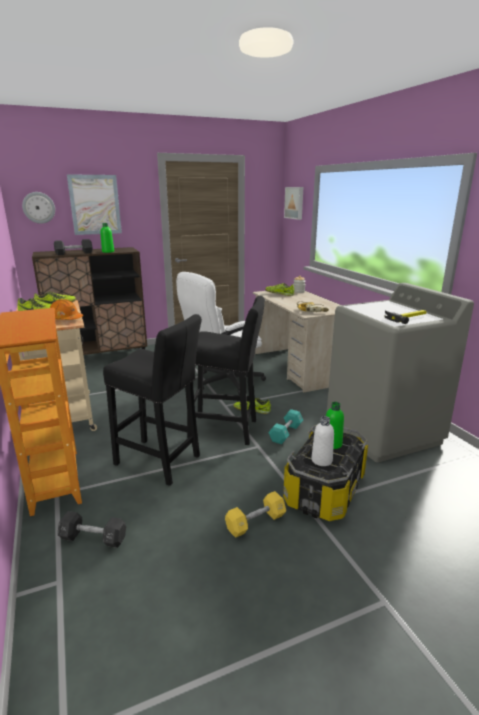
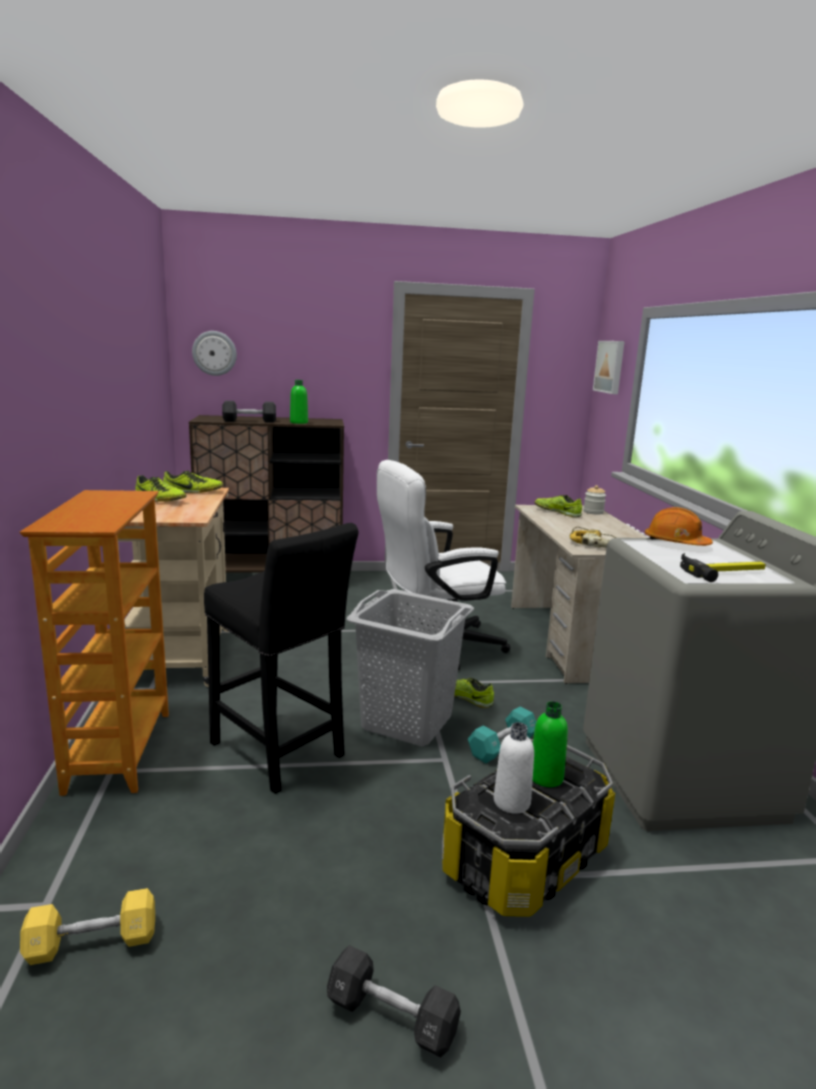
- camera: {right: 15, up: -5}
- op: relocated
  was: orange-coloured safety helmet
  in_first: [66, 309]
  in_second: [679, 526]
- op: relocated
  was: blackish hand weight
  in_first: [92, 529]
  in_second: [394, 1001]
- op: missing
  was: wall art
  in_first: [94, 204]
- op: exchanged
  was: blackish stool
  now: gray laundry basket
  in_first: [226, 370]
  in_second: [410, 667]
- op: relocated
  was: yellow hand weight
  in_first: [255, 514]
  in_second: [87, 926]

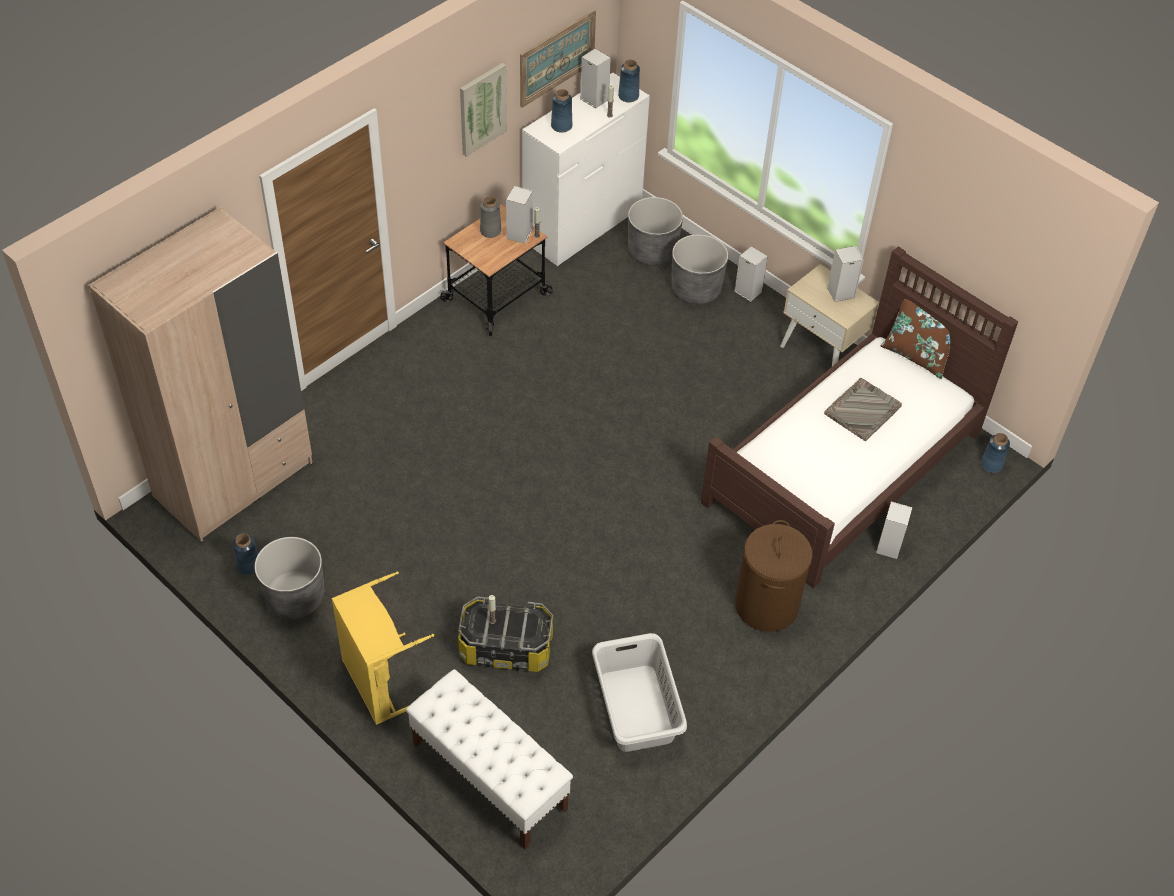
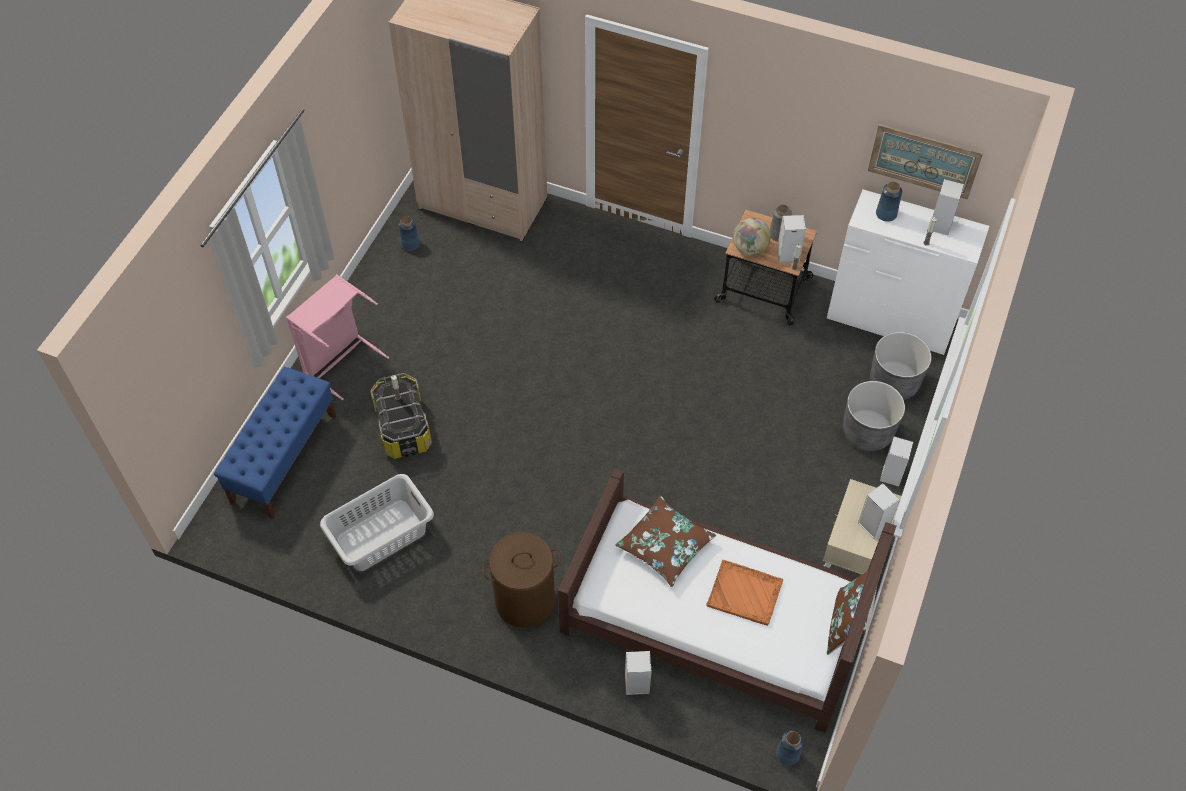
- camera: {right: 70, up: 5}
- op: missing
  was: gray flower pot
  in_first: [289, 578]
- op: colour
  was: yellow laundry basket
  now: pink laundry basket
  in_first: [383, 648]
  in_second: [337, 337]
- op: colour
  was: whitish indoor bench
  now: blue indoor bench
  in_first: [489, 759]
  in_second: [275, 443]
- op: missing
  was: wall art
  in_first: [483, 110]
- op: missing
  was: blue vase
  in_first: [629, 81]
- op: colour
  was: gray carrying tray
  now: orange-coloured carrying tray
  in_first: [863, 409]
  in_second: [744, 593]
- op: appeared
  now: brown cushion
  in_second: [665, 541]
- op: appeared
  now: globe
  in_second: [752, 237]

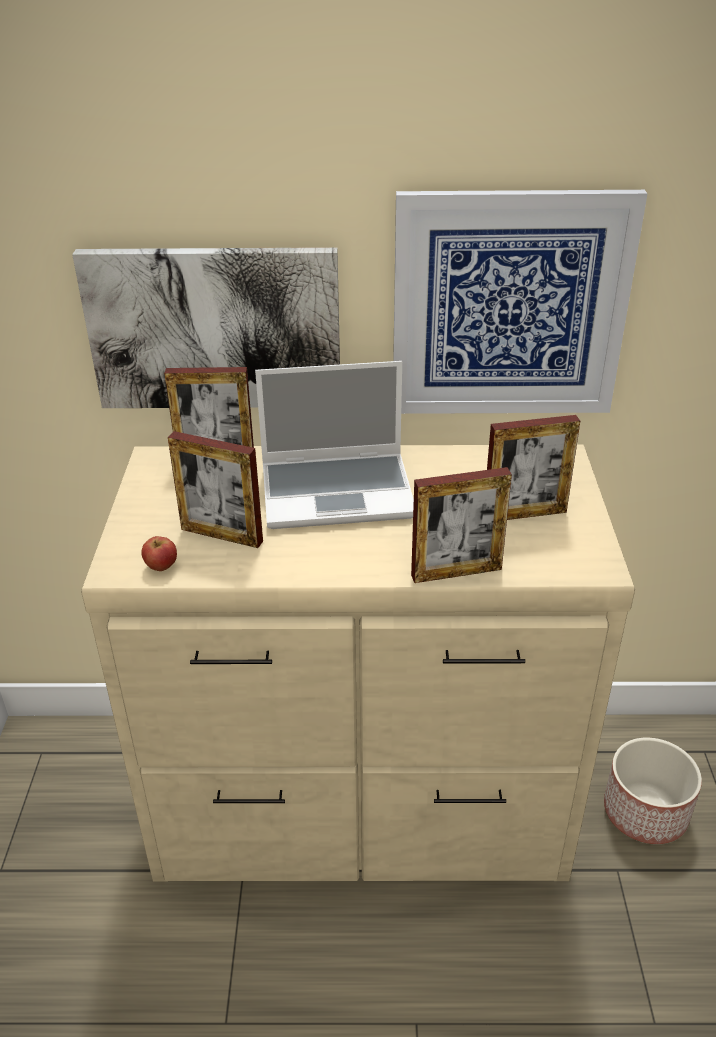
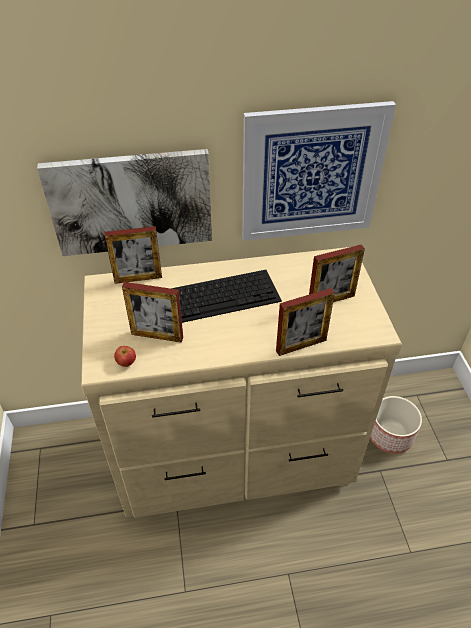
- camera: {right: -10, up: 10}
- op: exchanged
  was: laptop
  now: PC keyboard
  in_first: [334, 445]
  in_second: [226, 296]

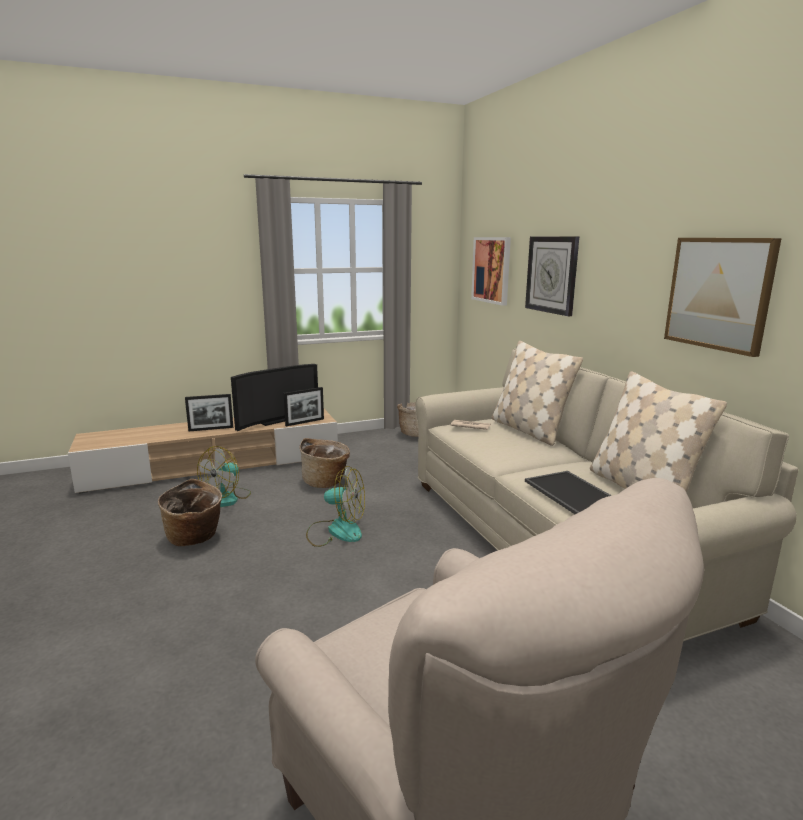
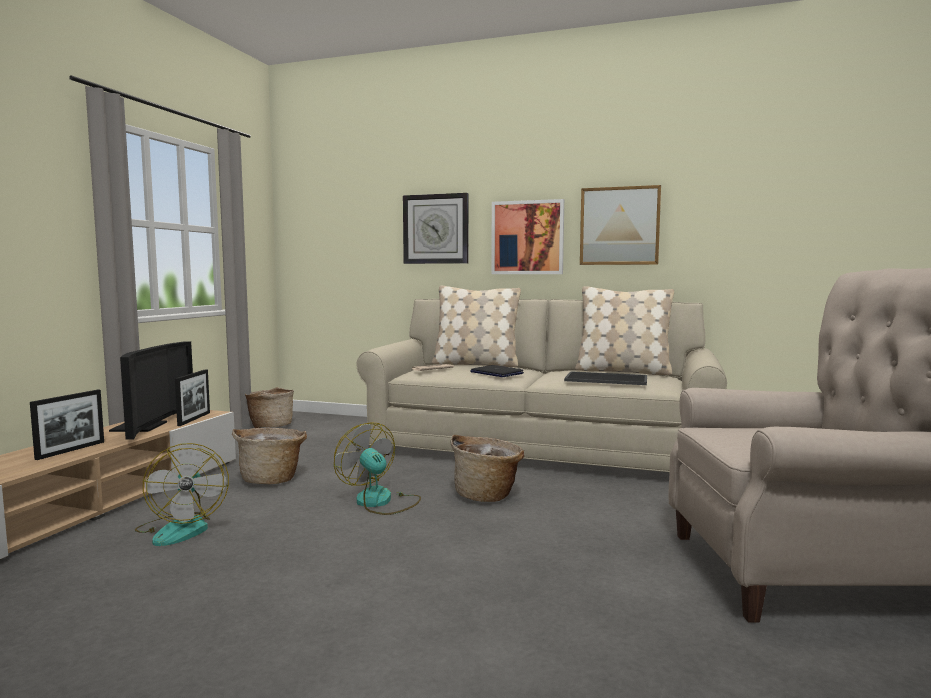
- camera: {right: -50, up: -10}
- op: relocated
  was: basket
  in_first: [190, 512]
  in_second: [487, 468]
- op: spun
  was: electric fan
  in_first: [335, 506]
  in_second: [377, 468]
  clockwise: -90
- op: relocated
  was: wall art
  in_first: [491, 271]
  in_second: [527, 236]
- op: appeared
  now: laptop
  in_second: [497, 371]

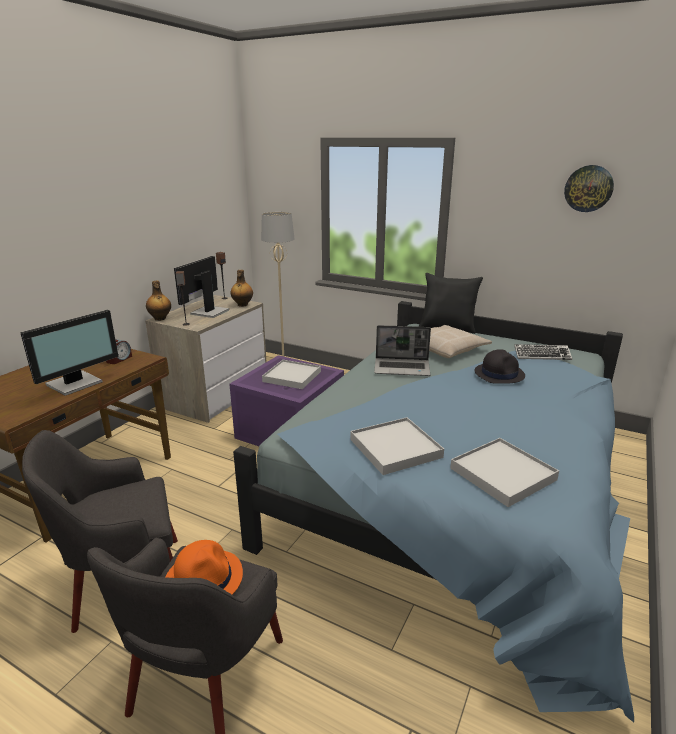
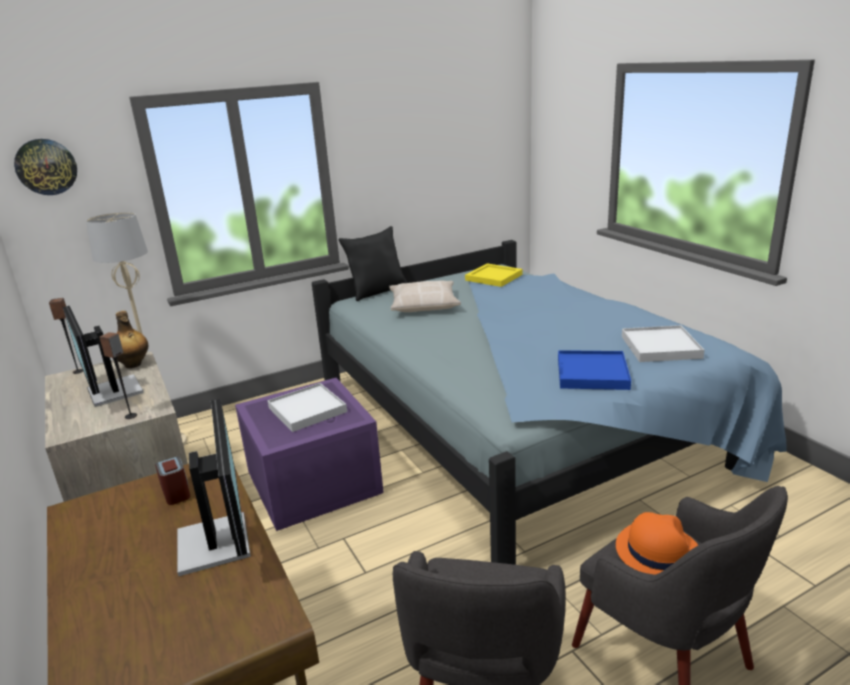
- camera: {right: -55, up: 0}
- op: missing
  was: beverage bottle
  in_first: [158, 301]
- op: colour
  was: whitish carrying tray
  now: blue carrying tray
  in_first: [397, 446]
  in_second: [594, 370]
- op: missing
  was: laptop
  in_first: [402, 350]
- op: missing
  was: blackish clothing hat
  in_first: [500, 366]
- op: exchanged
  was: PC keyboard
  now: yellow carrying tray
  in_first: [543, 352]
  in_second: [494, 275]
- op: relocated
  was: hanging clock
  in_first: [589, 188]
  in_second: [45, 167]

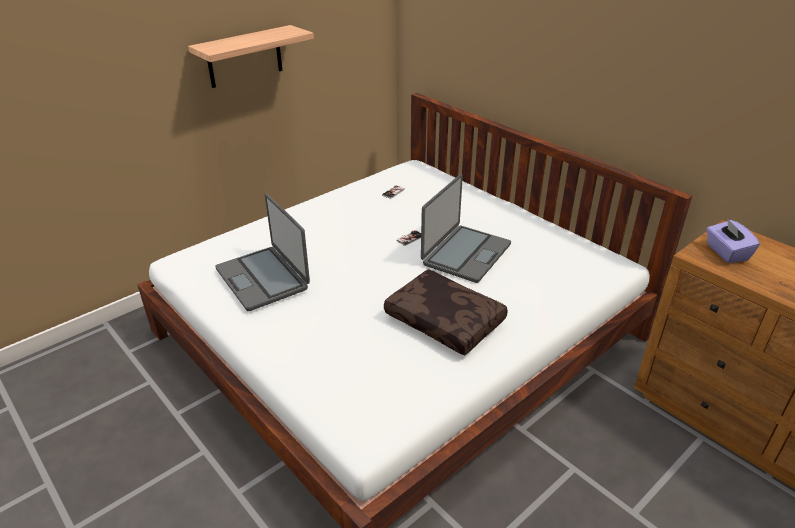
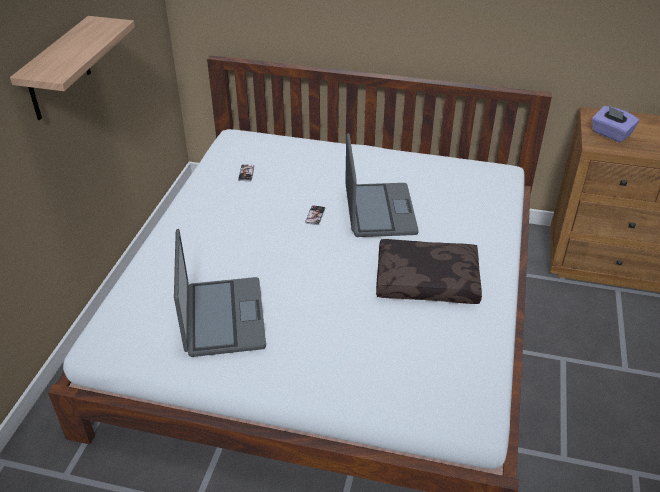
- camera: {right: -35, up: 5}
- op: spun
  was: laptop
  in_first: [262, 252]
  in_second: [220, 293]
  clockwise: -120

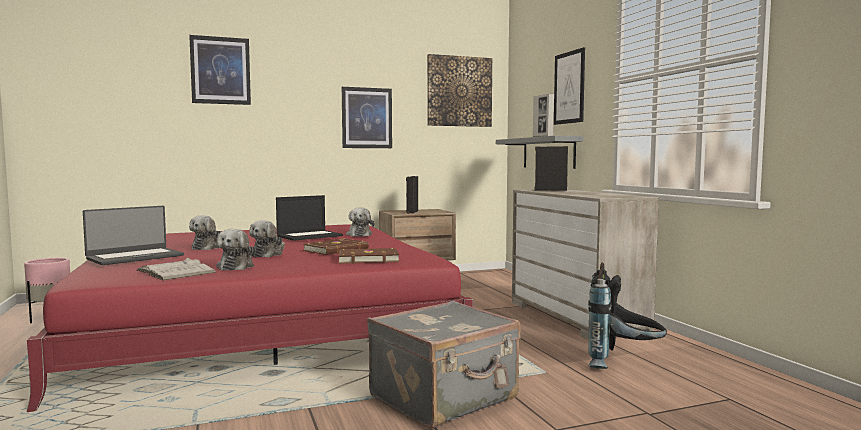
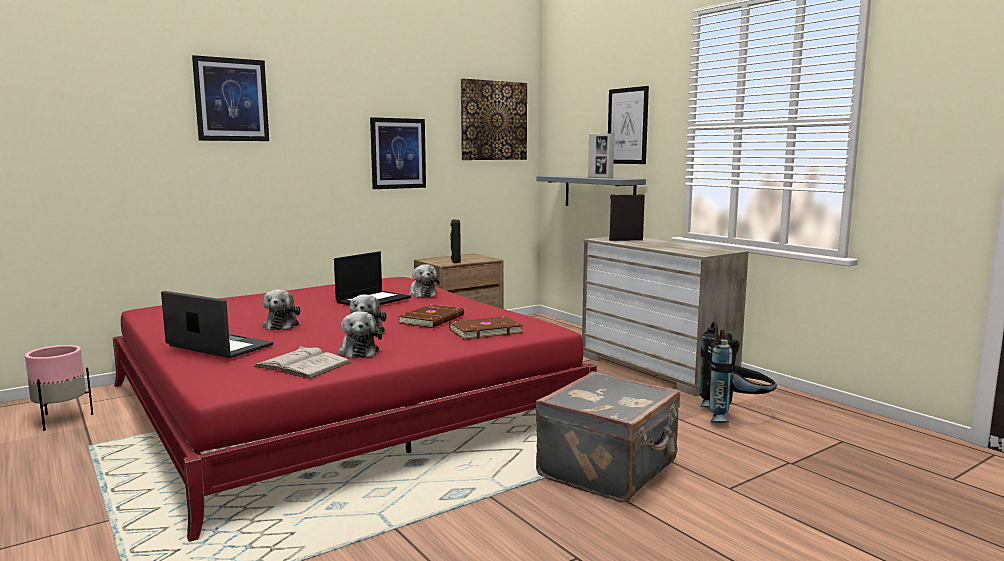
- camera: {right: -15, up: 5}
- op: spun
  was: laptop
  in_first: [133, 235]
  in_second: [217, 324]
  clockwise: -90

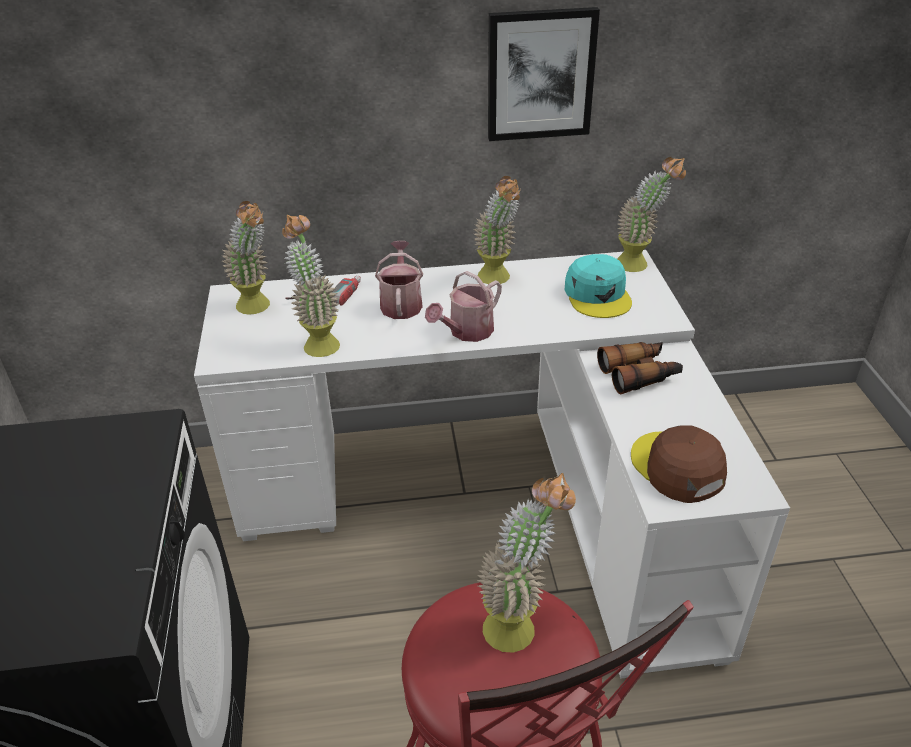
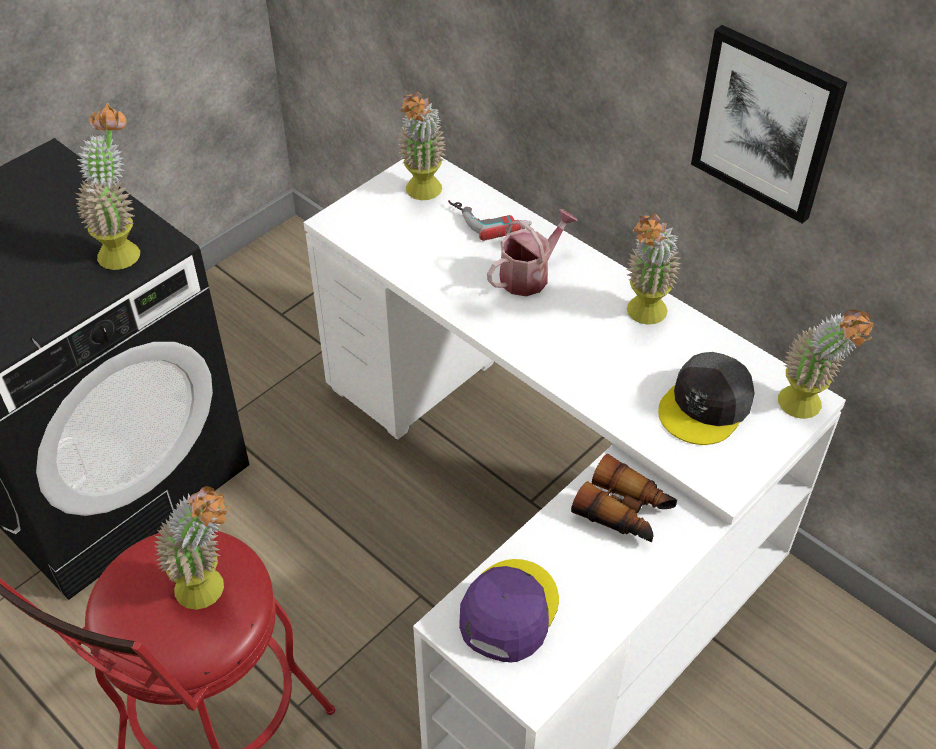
- camera: {right: 50, up: 10}
- op: relocated
  was: plant in a pot
  in_first: [311, 286]
  in_second: [107, 186]
- op: missing
  was: watering can
  in_first: [463, 306]
- op: colour
  was: turquoise peaked cap
  now: gray peaked cap
  in_first: [598, 286]
  in_second: [706, 398]
- op: colour
  was: brown peaked cap
  now: purplish peaked cap
  in_first: [679, 464]
  in_second: [509, 611]

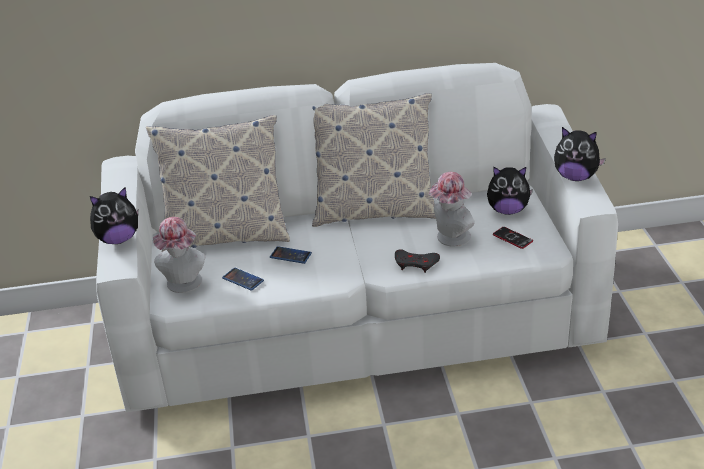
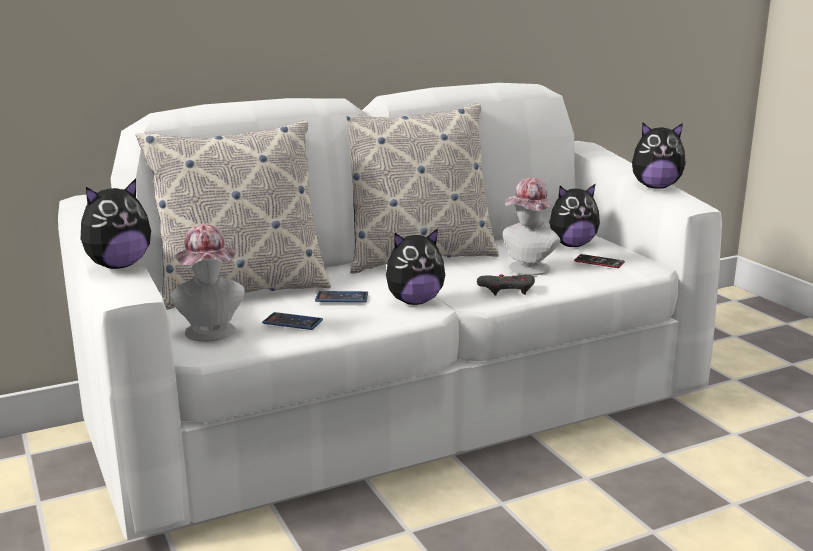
- camera: {right: -20, up: -15}
- op: appeared
  now: soft toy
  in_second: [415, 266]

